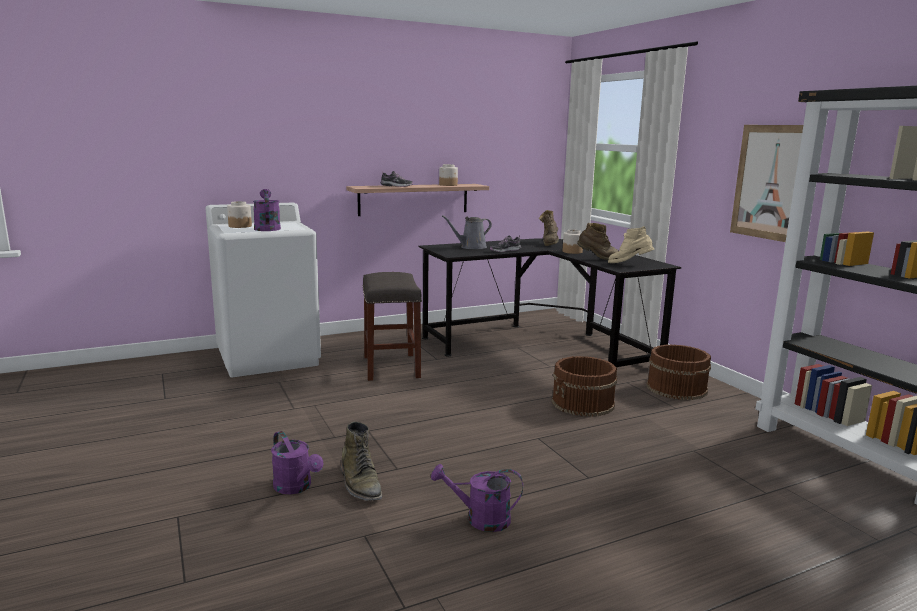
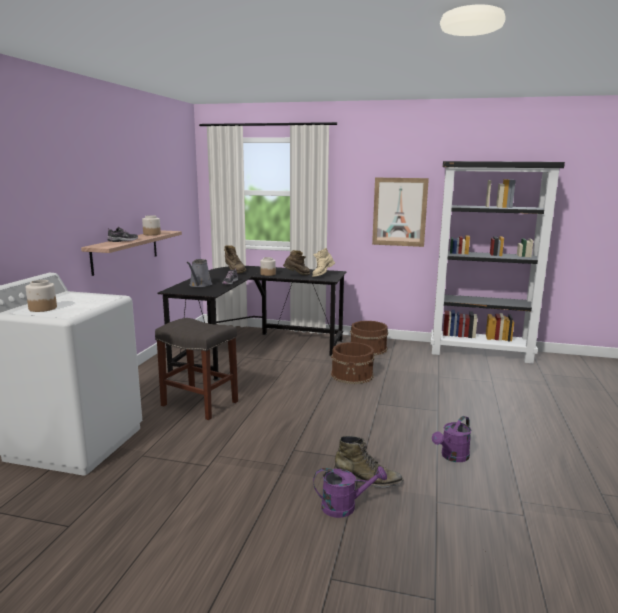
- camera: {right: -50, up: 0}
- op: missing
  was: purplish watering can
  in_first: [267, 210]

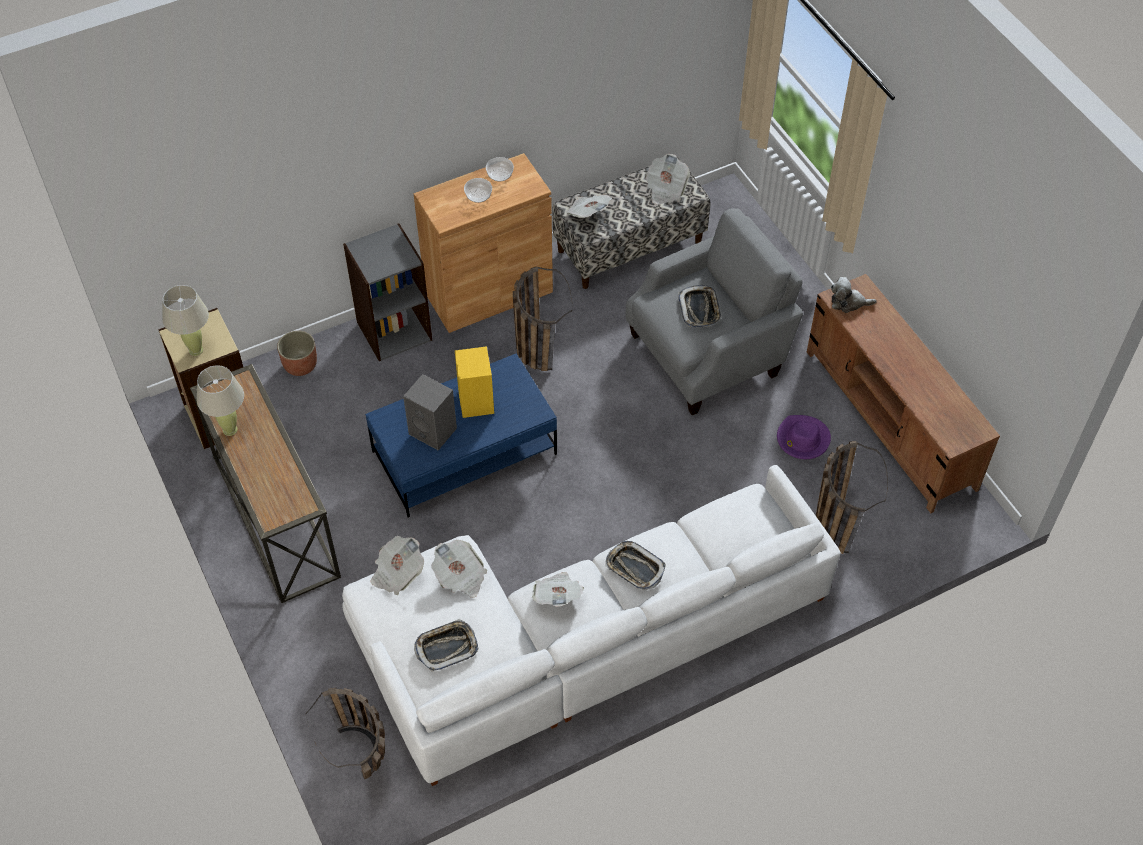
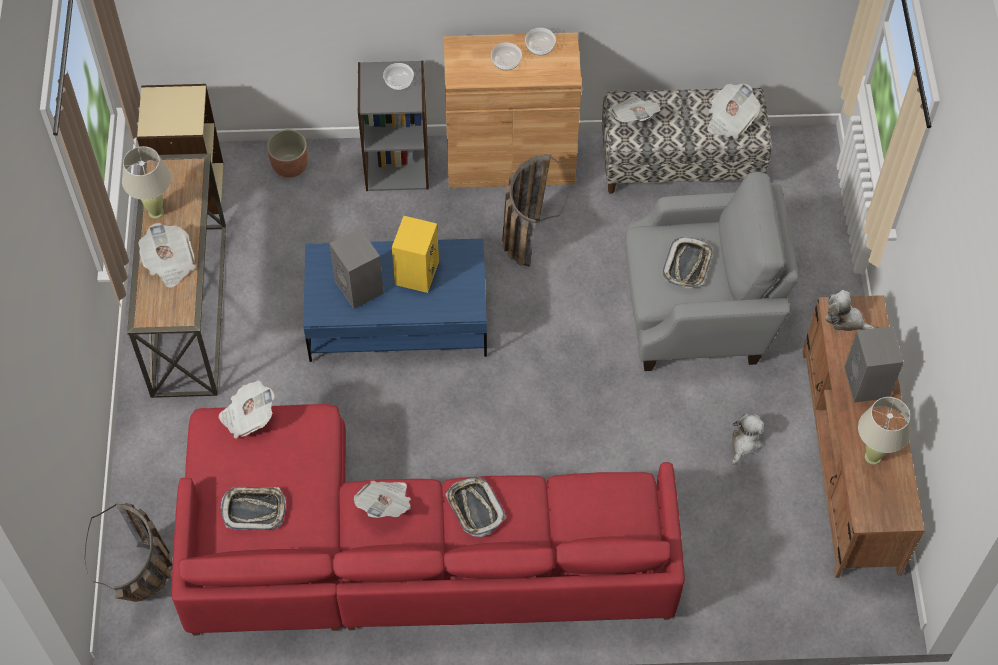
- camera: {right: 25, up: 5}
- op: relocated
  was: beige lamp for a table
  in_first: [185, 320]
  in_second: [884, 431]
- op: colour
  was: whitish couch
  now: red couch
  in_first: [591, 625]
  in_second: [428, 519]
- op: relocated
  was: newspaper
  in_first: [459, 569]
  in_second: [167, 255]
- op: exchanged
  was: purplish clothing hat
  now: soft toy
  in_first: [804, 437]
  in_second: [748, 439]
- op: missing
  was: basket
  in_first: [852, 497]
- op: appeared
  now: bowl
  in_second: [398, 76]
- op: appeared
  now: gray loudspeaker
  in_second: [874, 364]

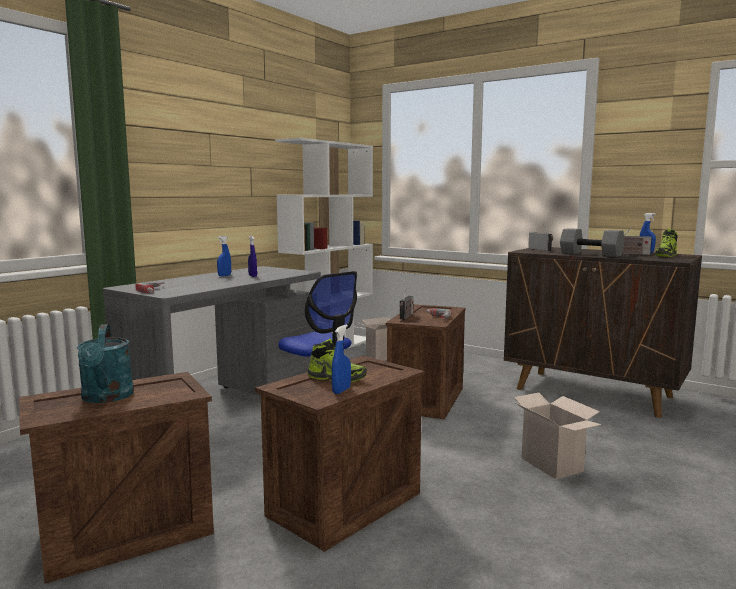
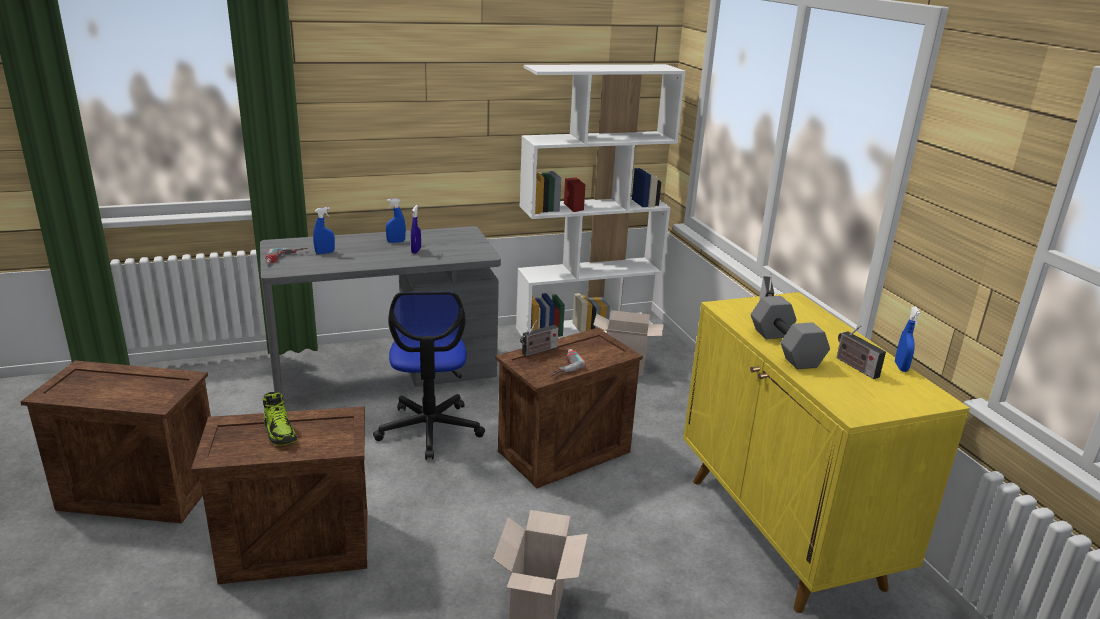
- camera: {right: 35, up: 15}
- op: missing
  was: turquoise watering can
  in_first: [105, 363]
- op: relocated
  was: blue spray bottle
  in_first: [341, 359]
  in_second: [324, 230]
- op: colour
  was: brown storage cabinet
  now: yellow storage cabinet
  in_first: [603, 332]
  in_second: [826, 452]
- op: missing
  was: shoe
  in_first: [666, 243]

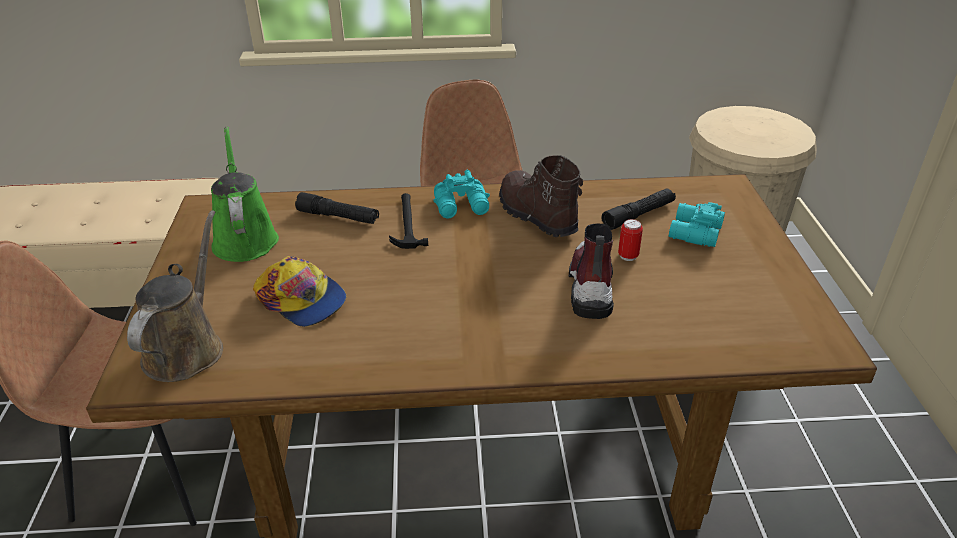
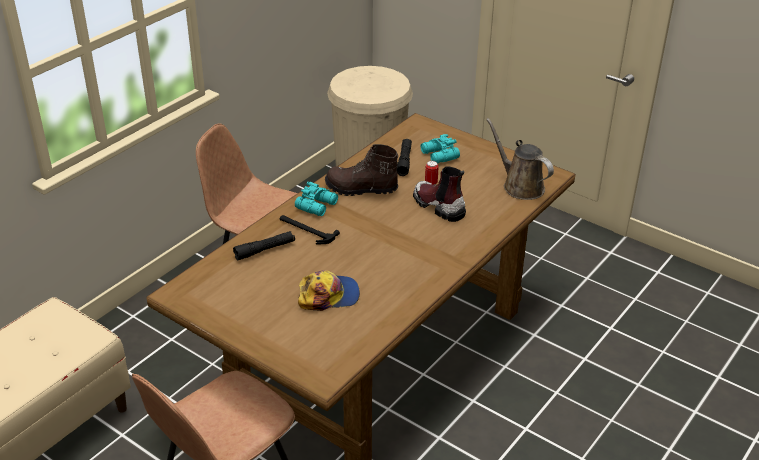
- camera: {right: -50, up: 0}
- op: relocated
  was: brown watering can
  in_first: [175, 296]
  in_second: [520, 159]
- op: missing
  was: green-coloured watering can
  in_first: [245, 194]

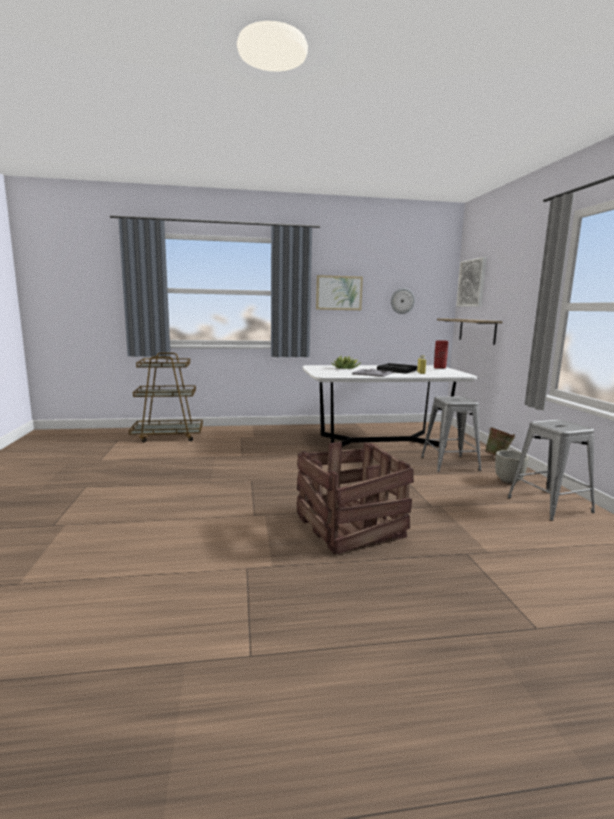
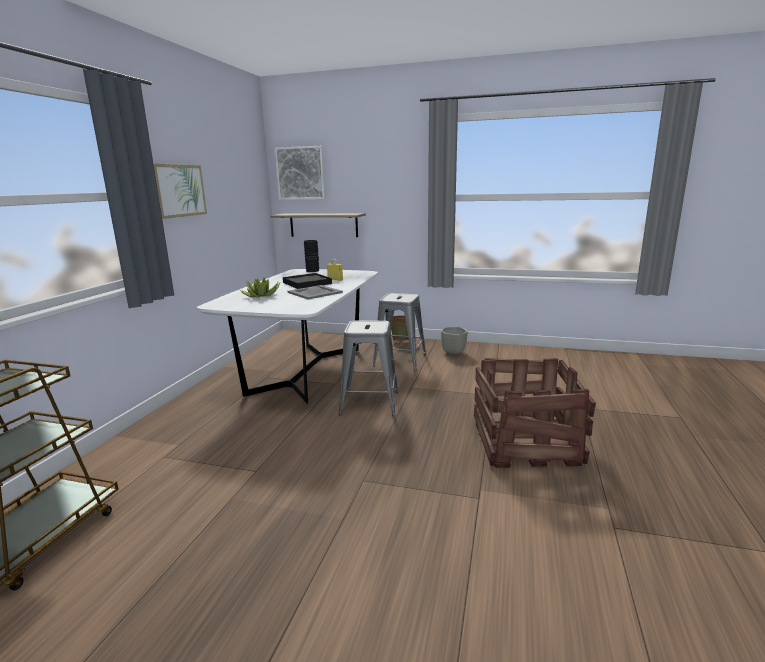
- camera: {right: -65, up: 5}
- op: missing
  was: hanging clock
  in_first: [403, 301]
- op: colour
  was: red vase
  now: blackish vase
  in_first: [441, 354]
  in_second: [311, 256]
- op: relocated
  was: gray stool
  in_first: [551, 470]
  in_second: [368, 368]

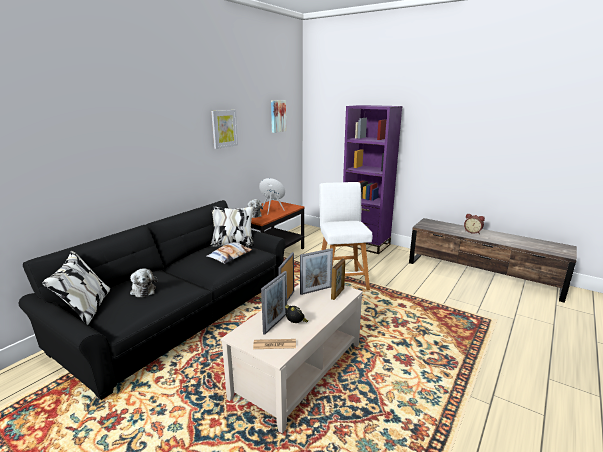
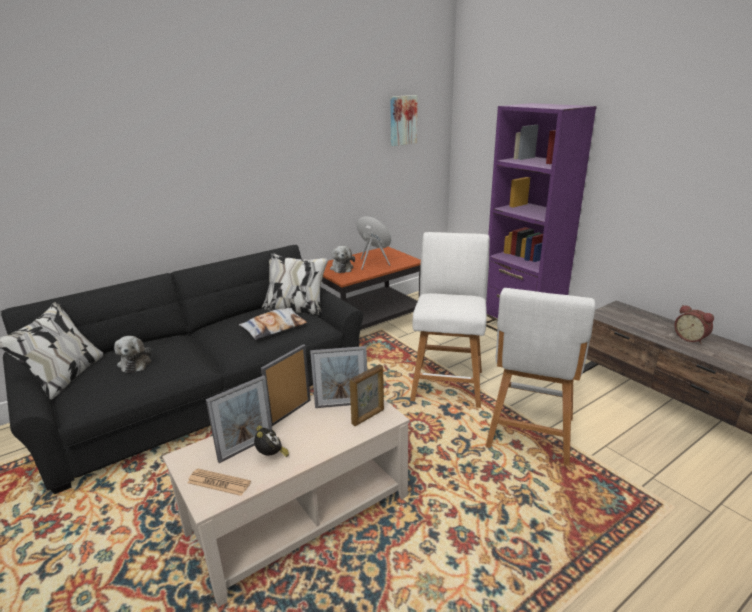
- camera: {right: 20, up: 5}
- op: missing
  was: wall art
  in_first: [224, 129]
- op: appeared
  now: whitish stool
  in_second: [540, 377]

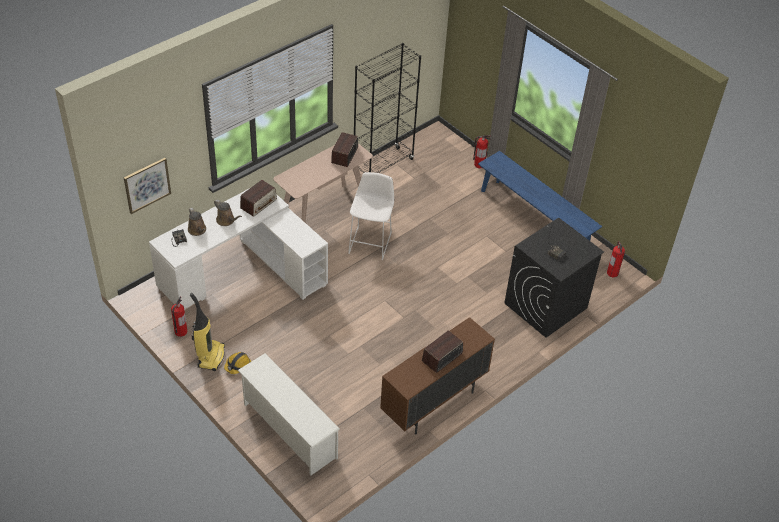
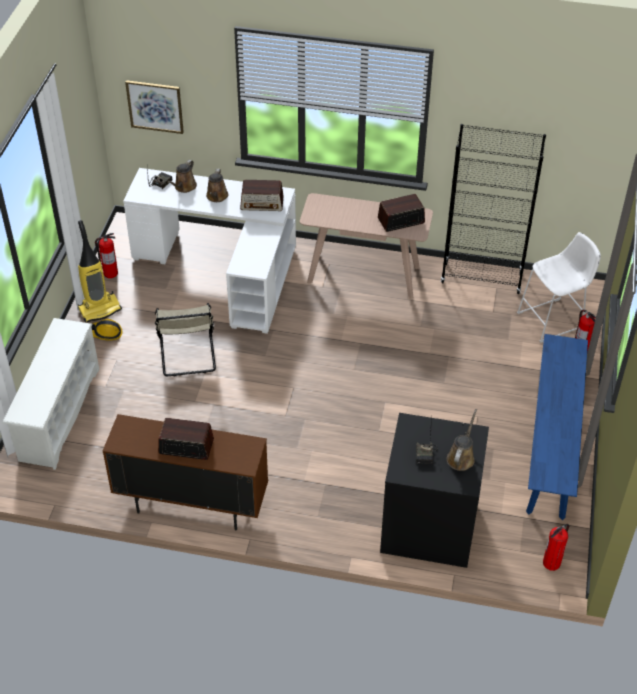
- camera: {right: 55, up: 0}
- op: relocated
  was: whitish stool
  in_first: [371, 216]
  in_second: [559, 287]
- op: appeared
  now: beige plain chair
  in_second: [185, 339]
- op: appeared
  now: brown watering can
  in_second: [462, 440]

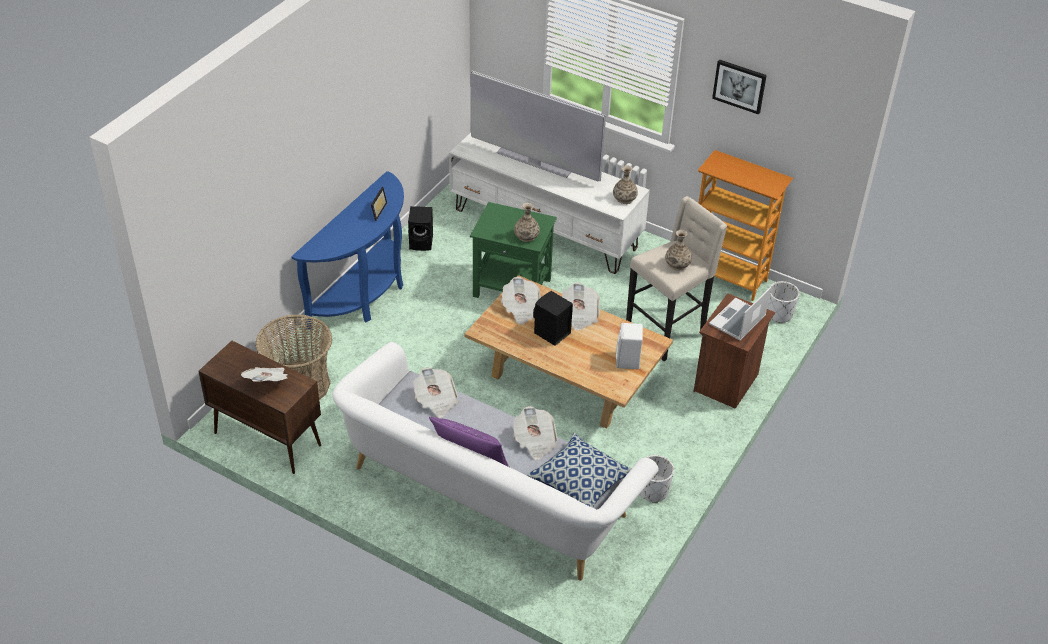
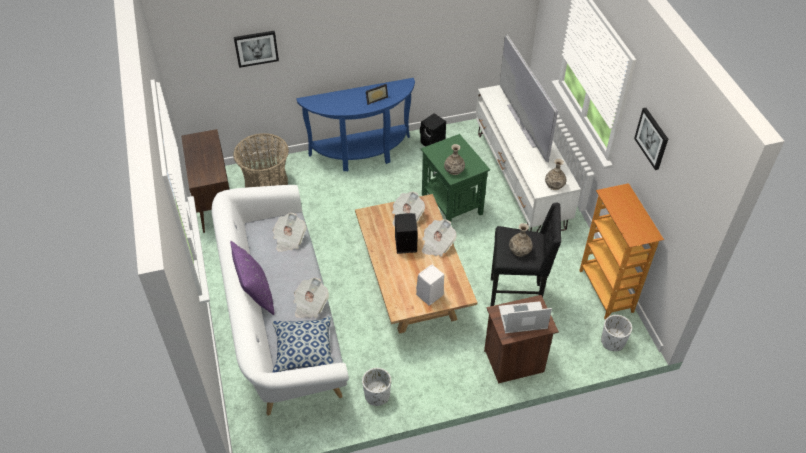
- camera: {right: 45, up: 5}
- op: missing
  was: newspaper
  in_first: [264, 374]
- op: colour
  was: beige stool
  now: blackish stool
  in_first: [676, 278]
  in_second: [526, 254]
- op: appeared
  now: wall art
  in_second: [256, 49]

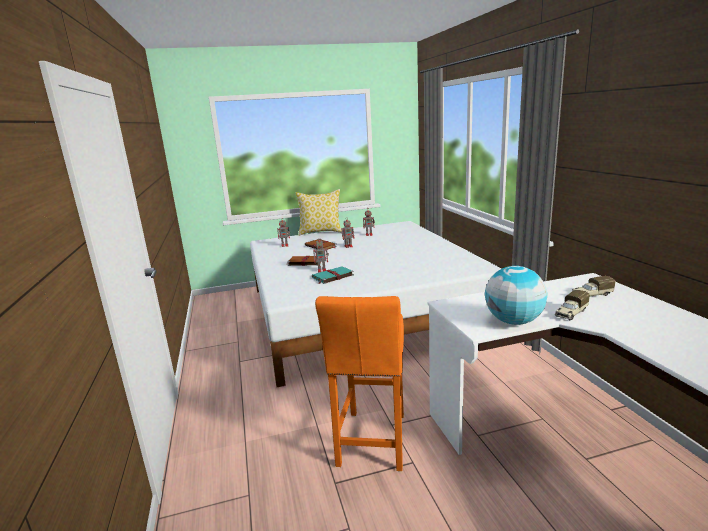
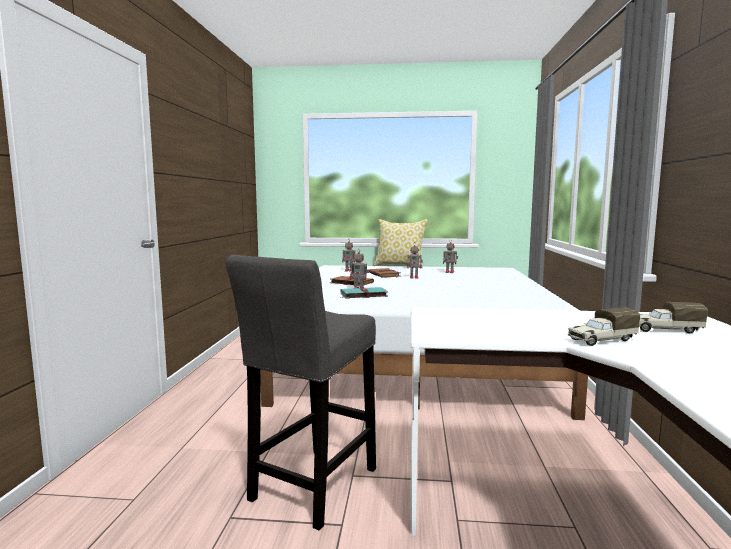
- camera: {right: 20, up: -10}
- op: colour
  was: orange-coloured stool
  now: gray stool
  in_first: [359, 383]
  in_second: [301, 392]
- op: missing
  was: globe
  in_first: [516, 295]

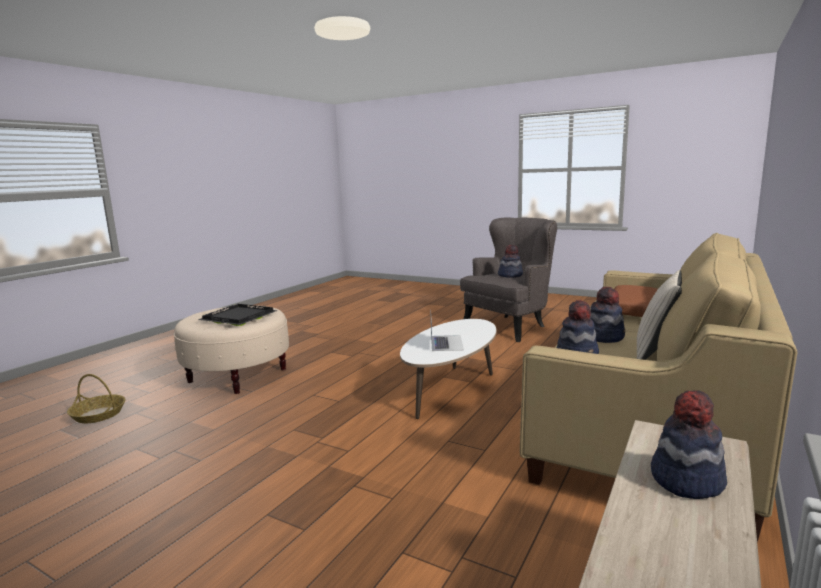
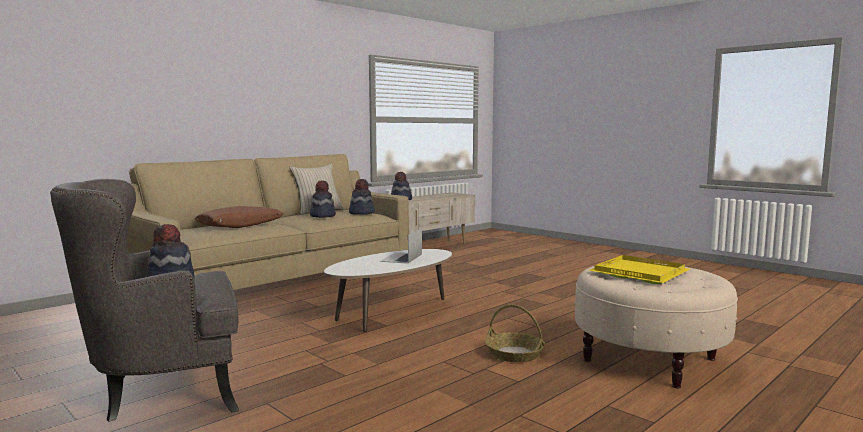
- camera: {right: -165, up: -5}
- op: relocated
  was: basket
  in_first: [96, 398]
  in_second: [515, 333]
- op: colour
  was: blackish carrying tray
  now: yellow carrying tray
  in_first: [238, 315]
  in_second: [639, 269]

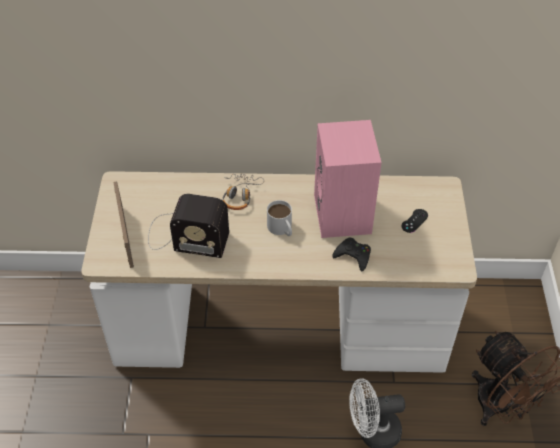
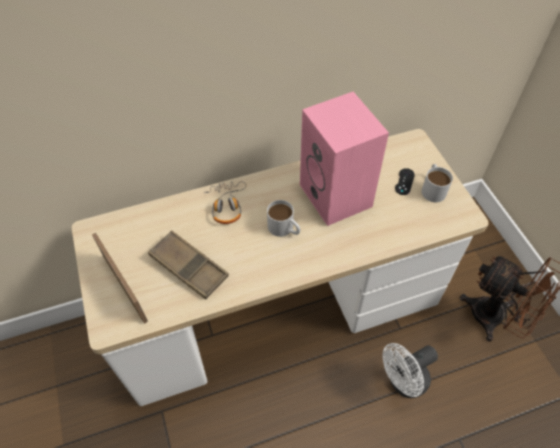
- camera: {right: -20, up: 5}
- op: exchanged
  was: radio set
  now: brown carrying tray
  in_first: [188, 226]
  in_second: [188, 265]
- op: missing
  was: blackish game controller
  in_first: [351, 254]
- op: appeared
  now: whitish mug
  in_second: [437, 183]

